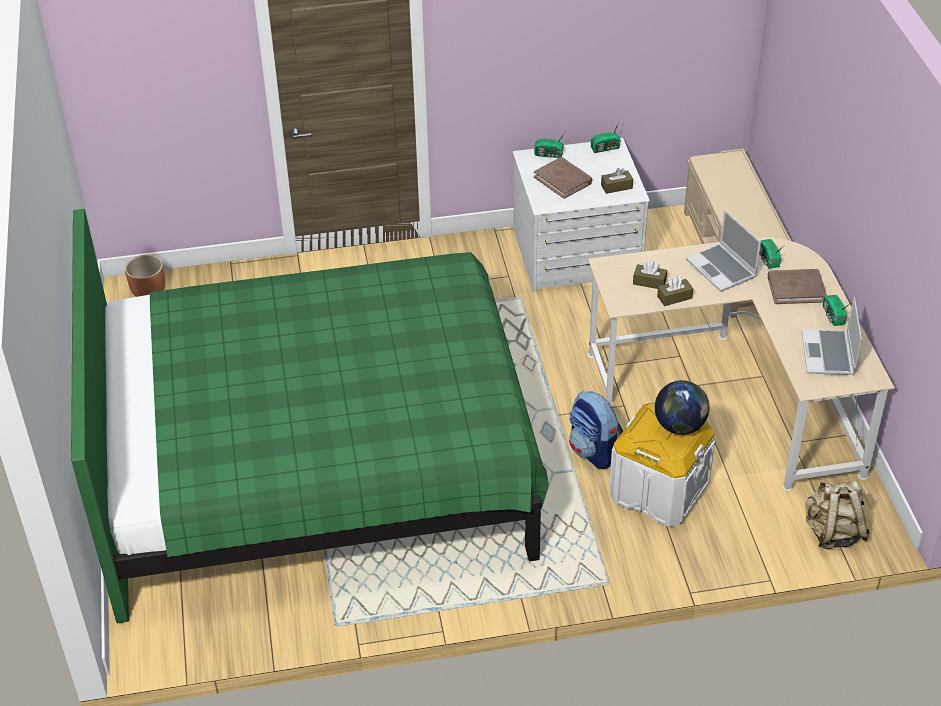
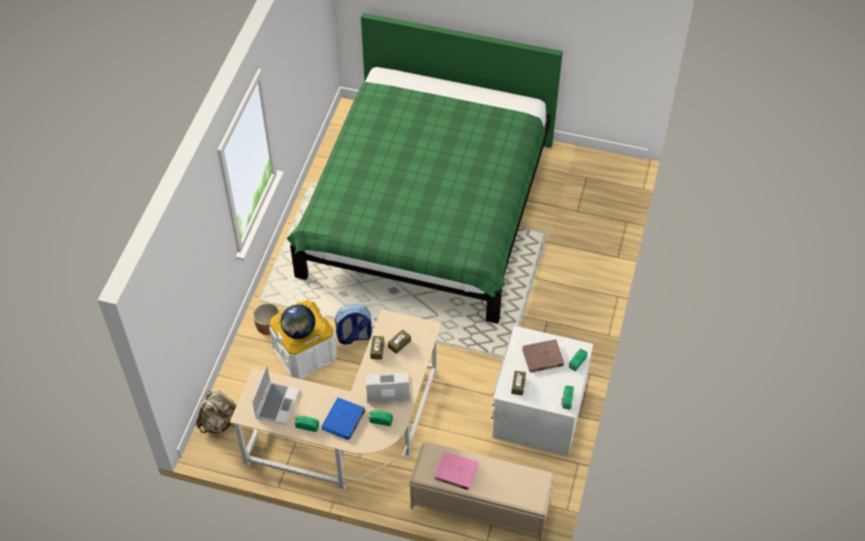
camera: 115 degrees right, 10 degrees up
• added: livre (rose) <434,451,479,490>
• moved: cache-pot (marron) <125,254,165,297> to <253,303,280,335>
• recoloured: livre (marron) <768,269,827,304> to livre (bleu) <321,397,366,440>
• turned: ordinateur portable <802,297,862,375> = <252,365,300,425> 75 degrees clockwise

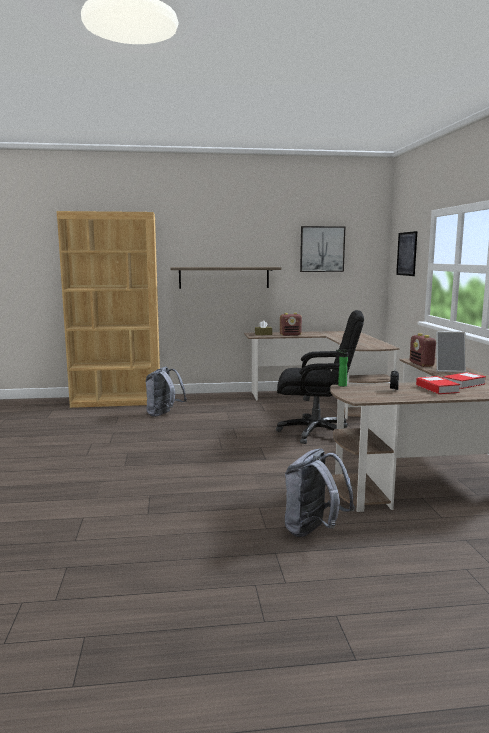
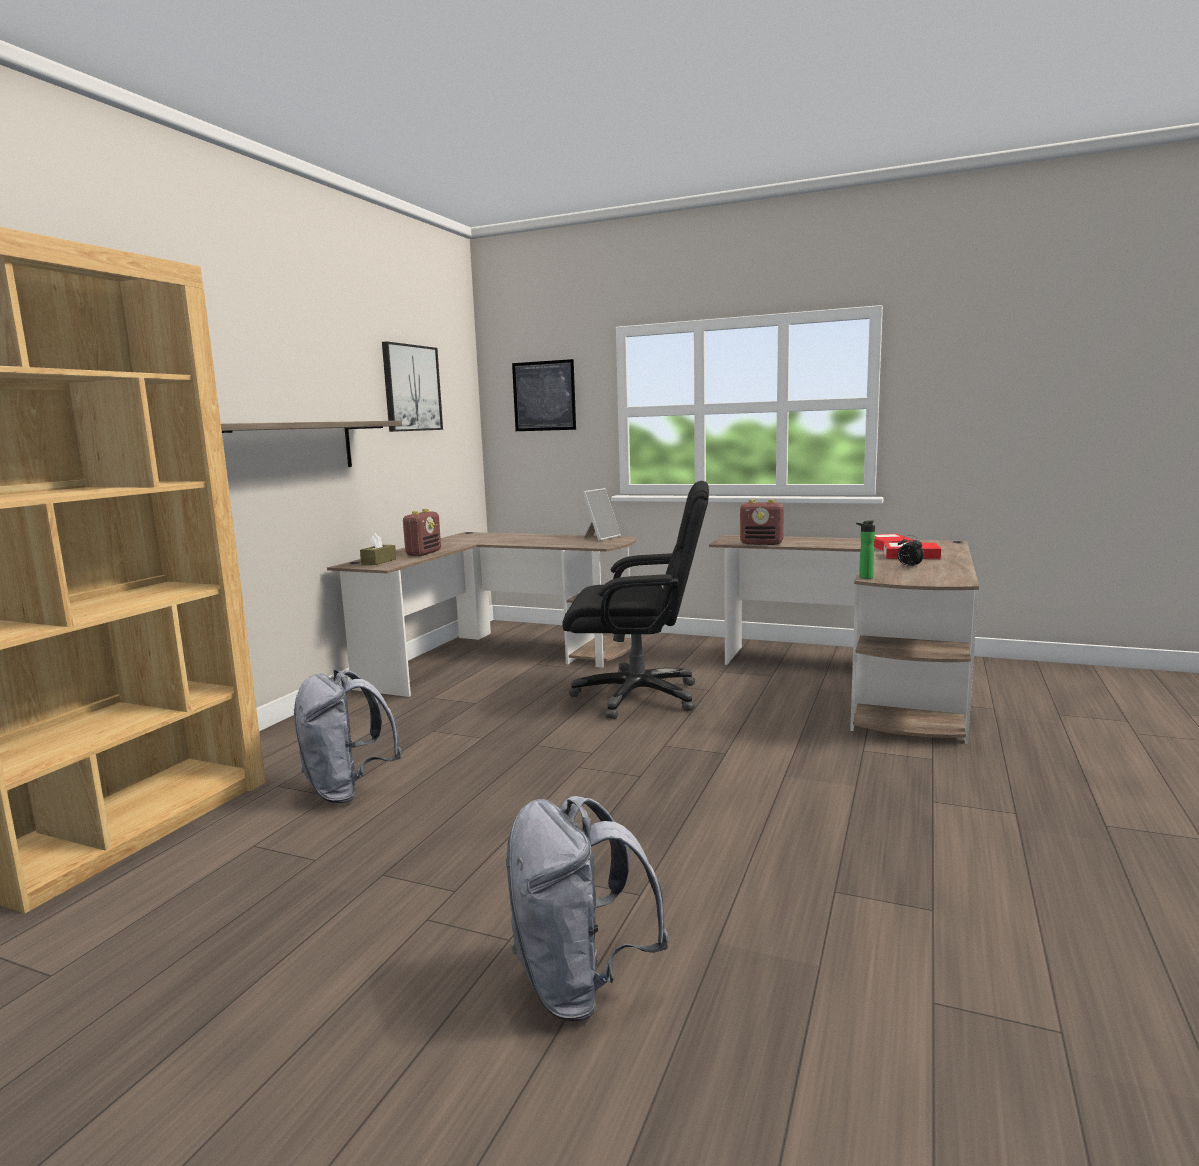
camera: 60 degrees left, 0 degrees up
• moved: sac à dos (gris) <285,448,355,537> to <505,796,669,1021>
• moved: cadre photo <436,331,466,372> to <582,488,621,541>
• turned: chaise de bureau (noir) <276,310,364,444> = <562,481,709,719> 60 degrees clockwise

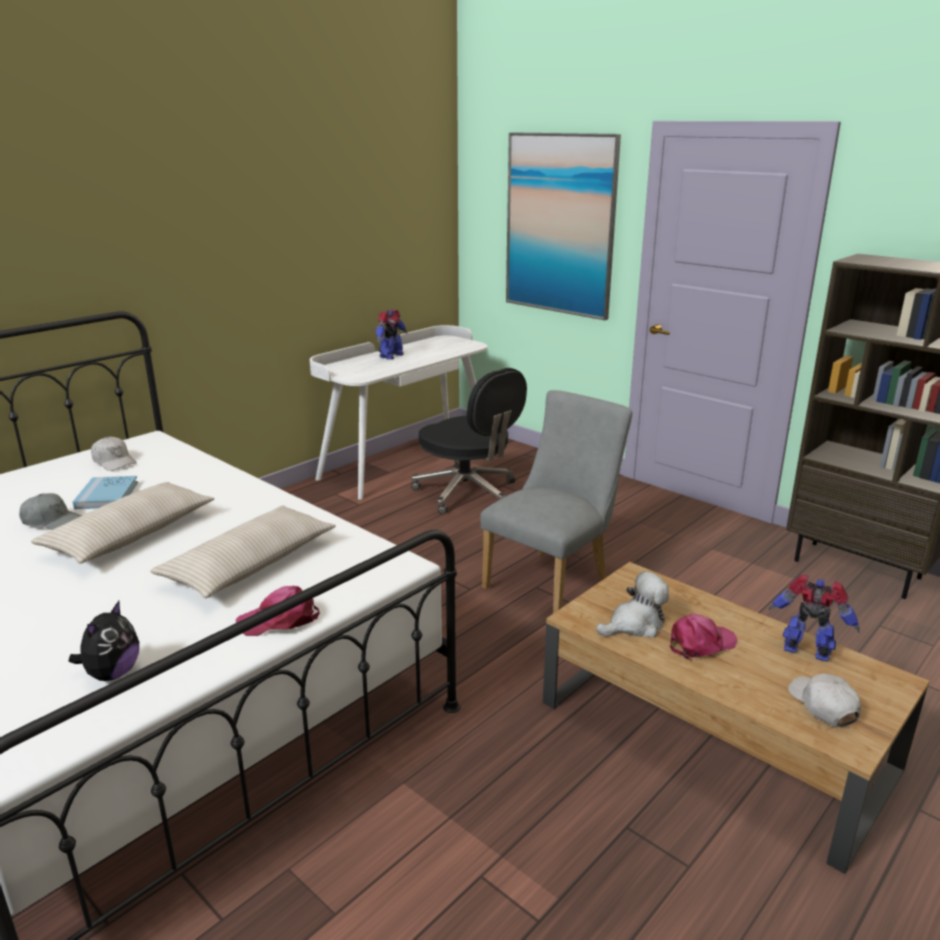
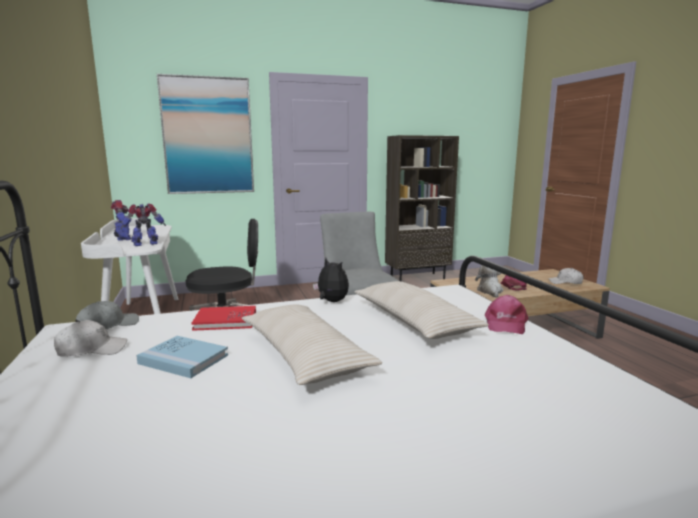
camera: 60 degrees left, 10 degrees down
• added: livre (rouge) <192,306,256,331>
• moved: casquette (gris) <19,493,82,530> to <75,301,139,329>
• moved: peluche <69,601,139,681> to <313,258,349,302>
• moved: robot jouet <768,575,860,662> to <121,203,166,246>

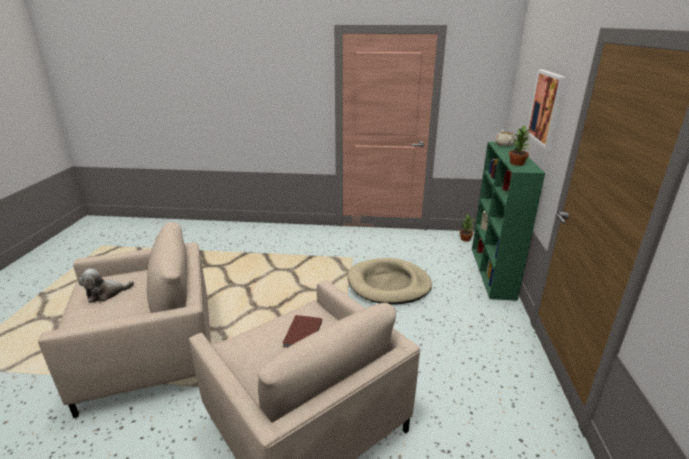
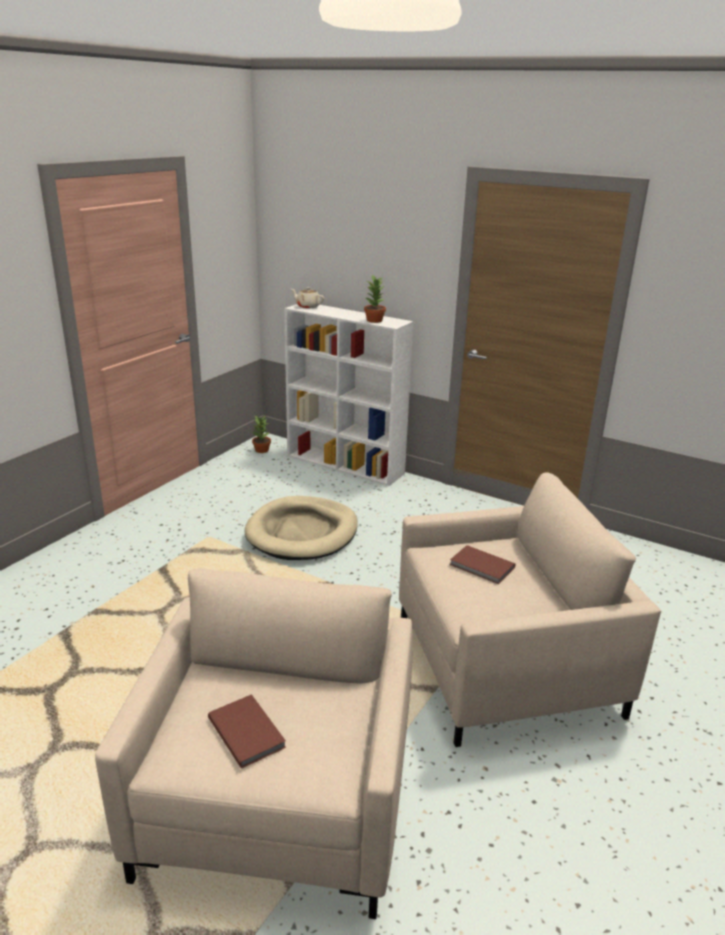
camera: 65 degrees left, 0 degrees up
• removed: tableau <526,70,566,150>
• replaced: peluche <78,269,134,303> to livre (marron) <208,694,286,768>
• recoloured: bibliothèque (vert) <472,142,545,301> to bibliothèque (blanc) <284,304,414,486>

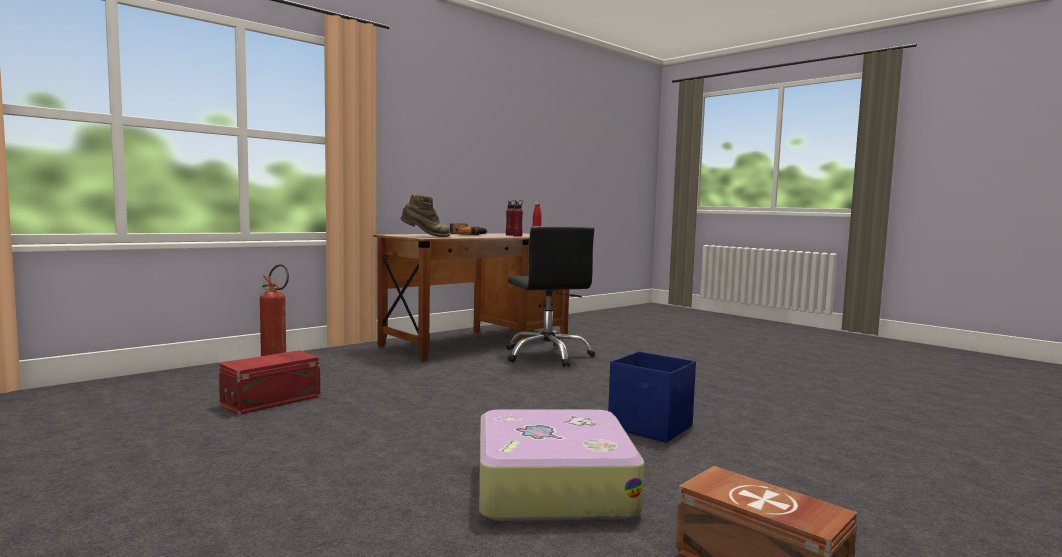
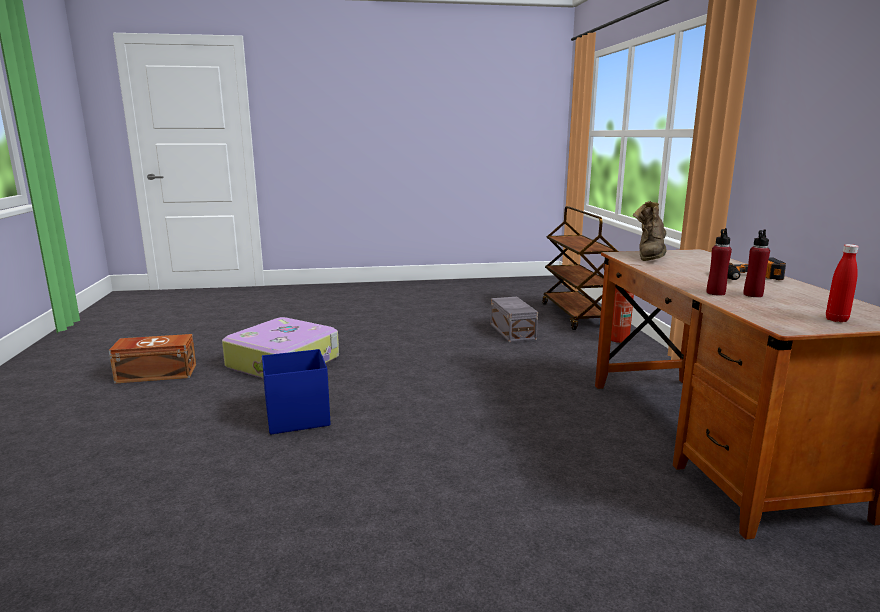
camera: 125 degrees right, 10 degrees up
• removed: chaise de bureau (noir) <506,226,595,367>
• added: chariot (marron) <542,206,618,330>
• recoloured: boîte de rangement (rouge) <219,350,320,415> to boîte de rangement (gris) <491,297,538,342>

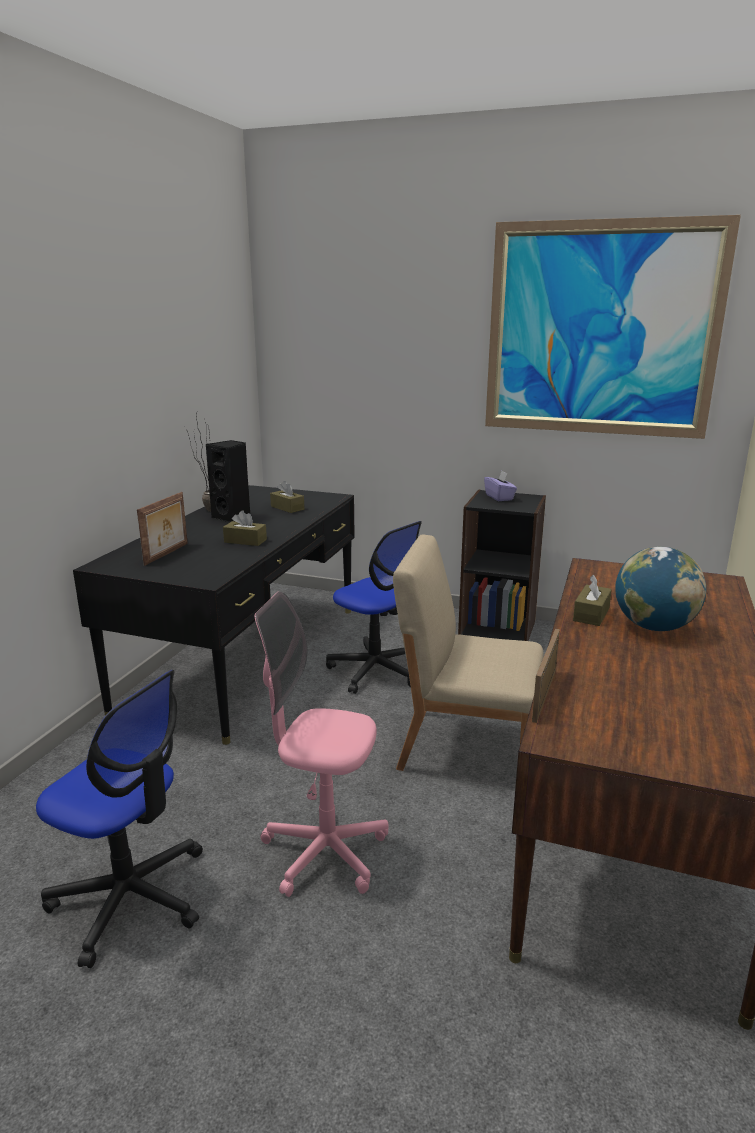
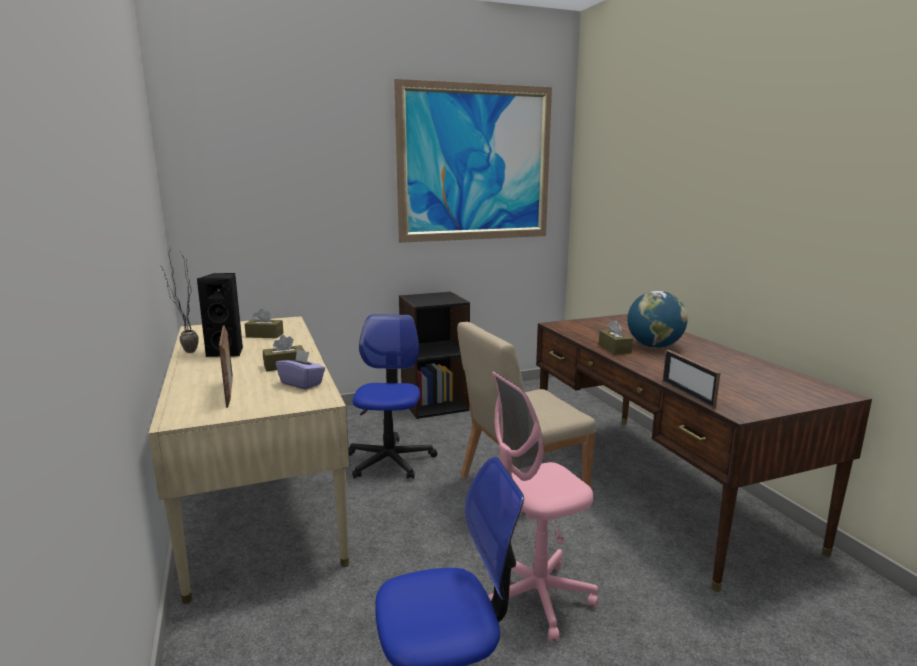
camera: 40 degrees left, 5 degrees down
• moved: boîte à mouchoirs (violet) <484,471,517,501> to <275,349,325,390>
• recoloured: bureau (noir) <73,485,355,745> to bureau (beige) <148,316,350,604>
• turned: chaise de bureau <326,521,422,694> = <349,314,437,479> 90 degrees counterclockwise

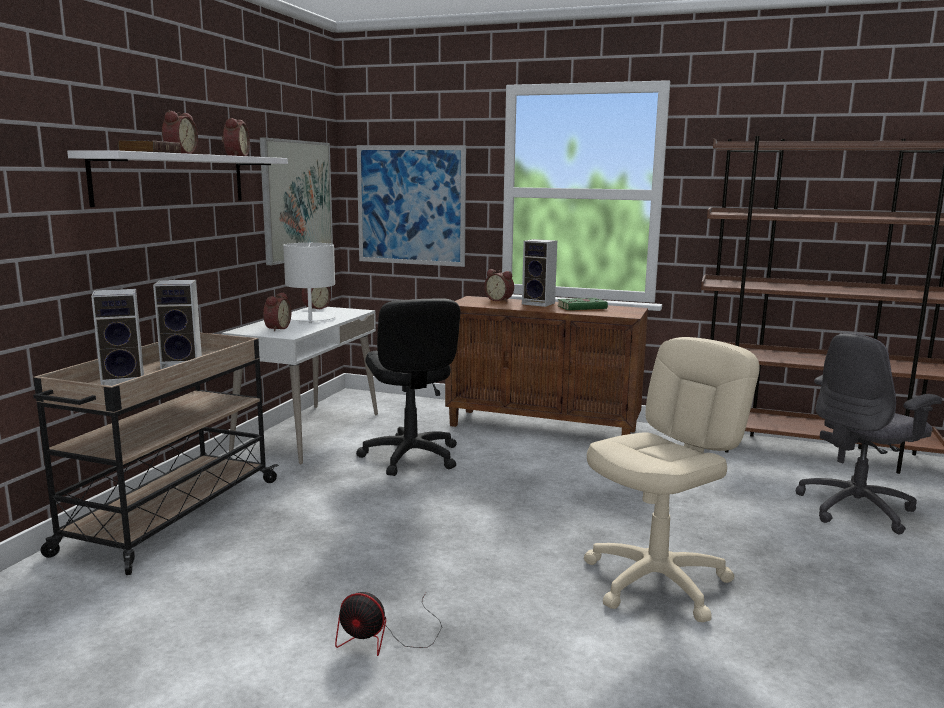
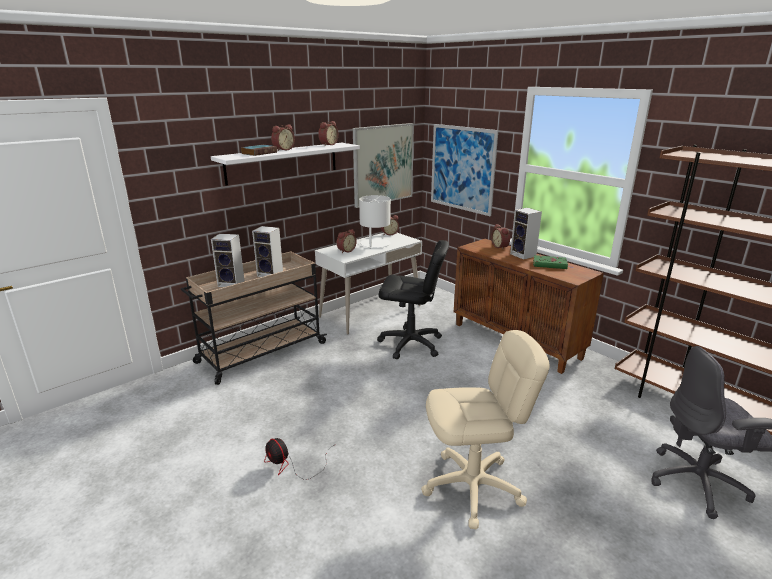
camera: 30 degrees right, 10 degrees up
• turned: chaise de bureau (noir) <356,298,460,476> = <377,240,449,359> 90 degrees counterclockwise

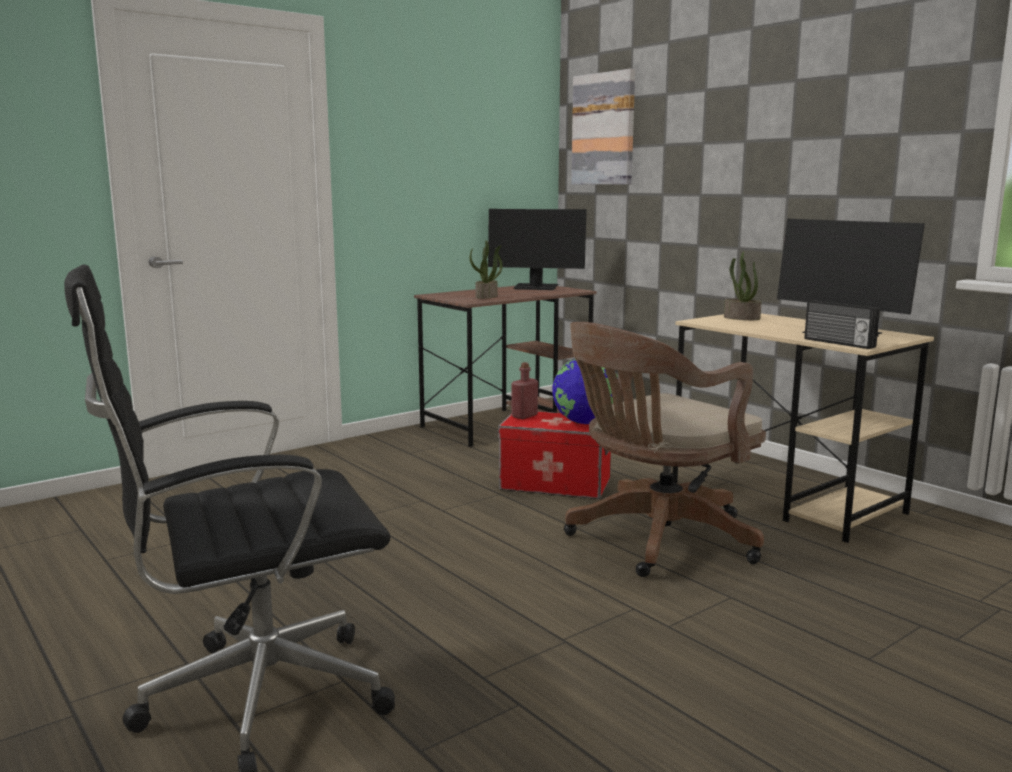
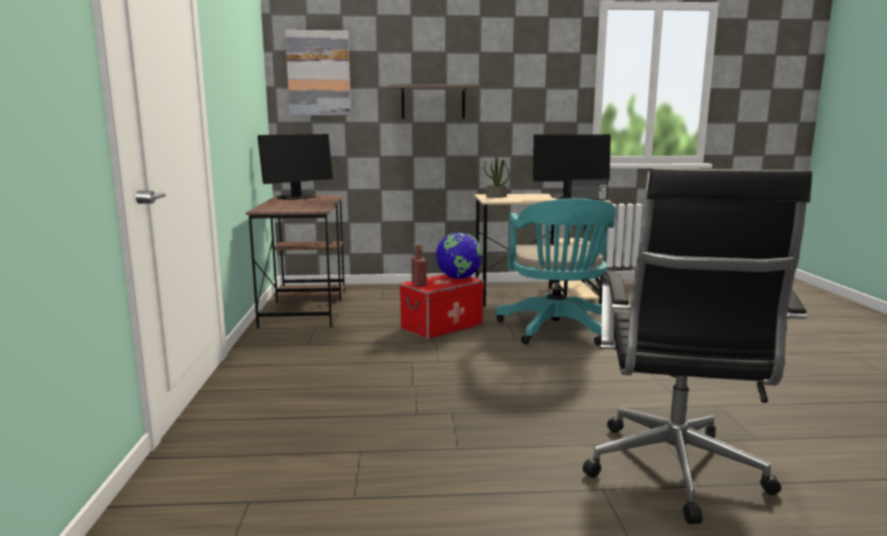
camera: 55 degrees left, 0 degrees up
• removed: plante en pot <470,240,503,299>
• added: étagère <389,84,481,119>
• recoloured: chaise de bureau (marron) <564,322,766,577> to chaise de bureau (turquoise) <496,198,616,345>

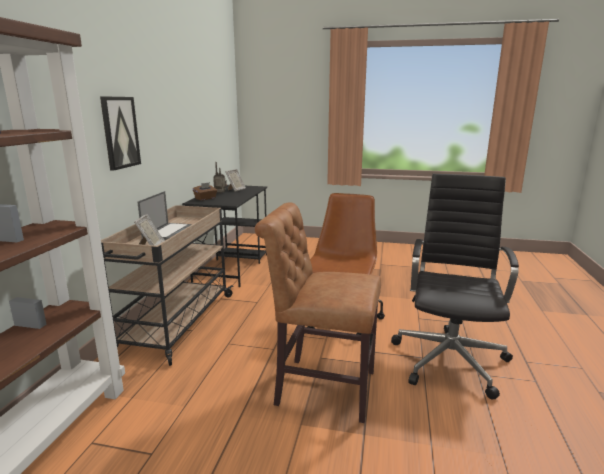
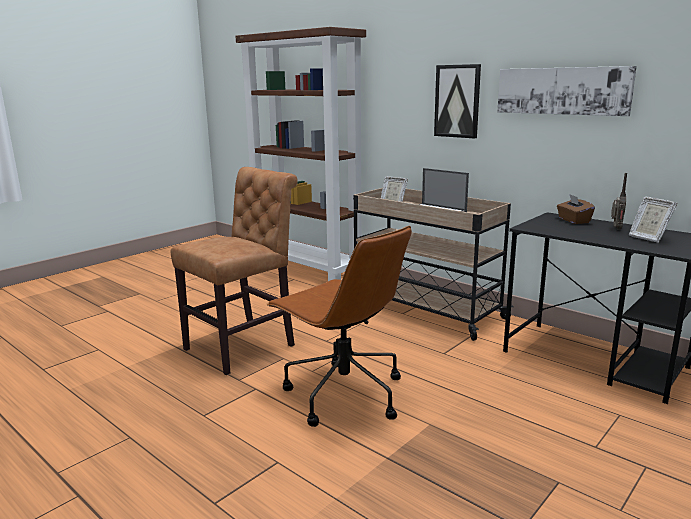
camera: 120 degrees right, 0 degrees up
• removed: chaise de bureau (noir) <391,174,519,399>
• added: tableau <497,66,637,116>

